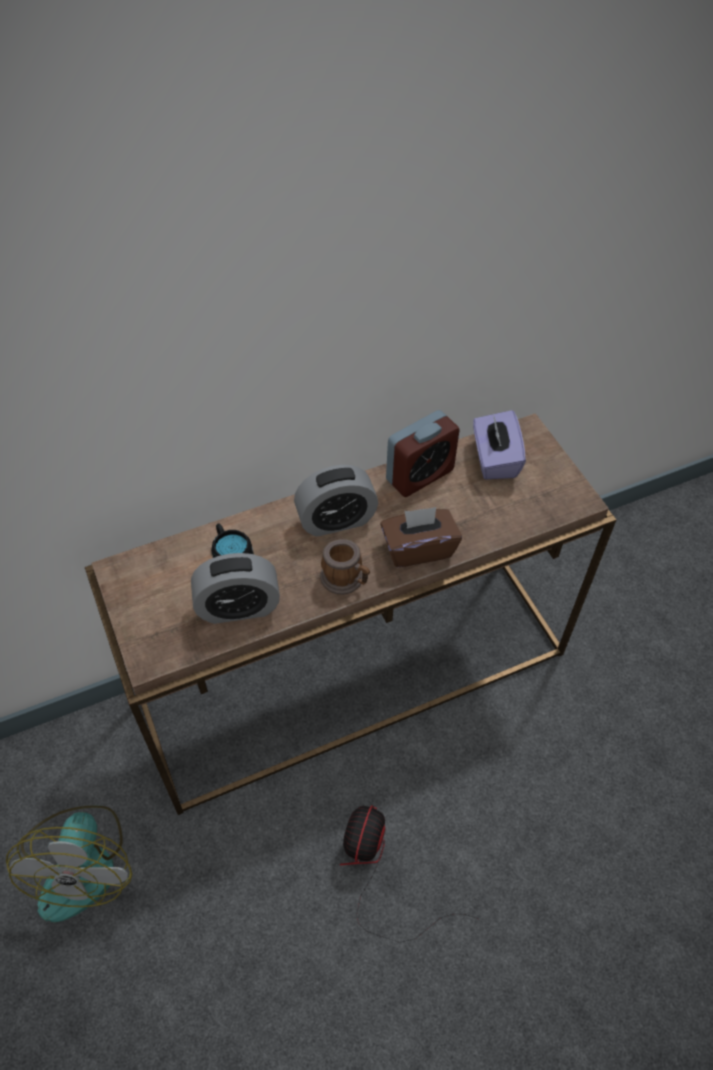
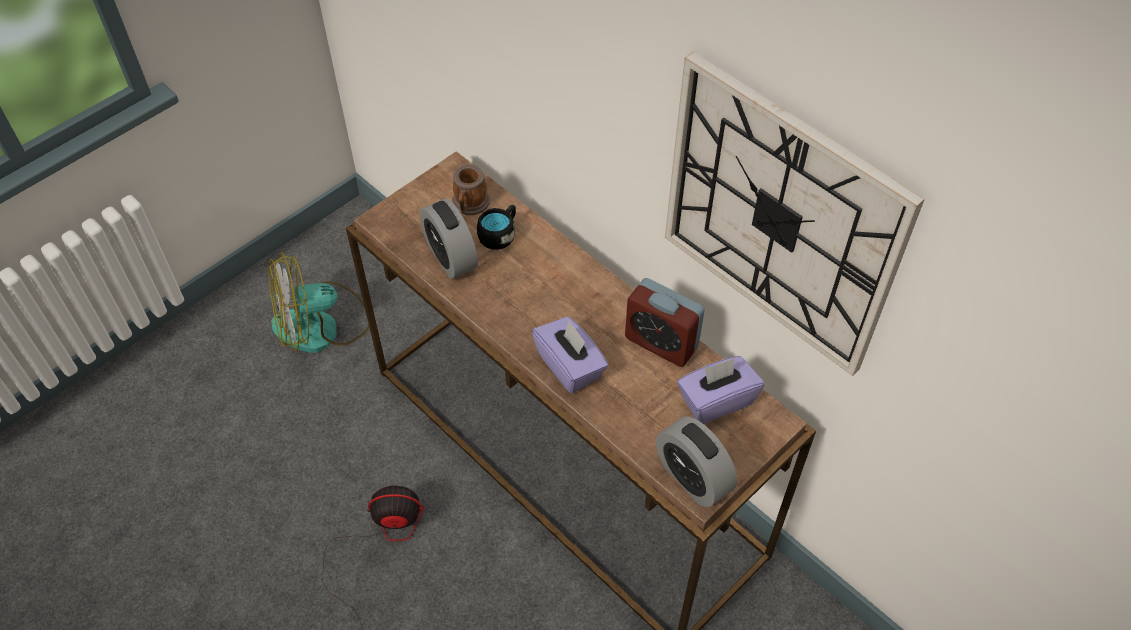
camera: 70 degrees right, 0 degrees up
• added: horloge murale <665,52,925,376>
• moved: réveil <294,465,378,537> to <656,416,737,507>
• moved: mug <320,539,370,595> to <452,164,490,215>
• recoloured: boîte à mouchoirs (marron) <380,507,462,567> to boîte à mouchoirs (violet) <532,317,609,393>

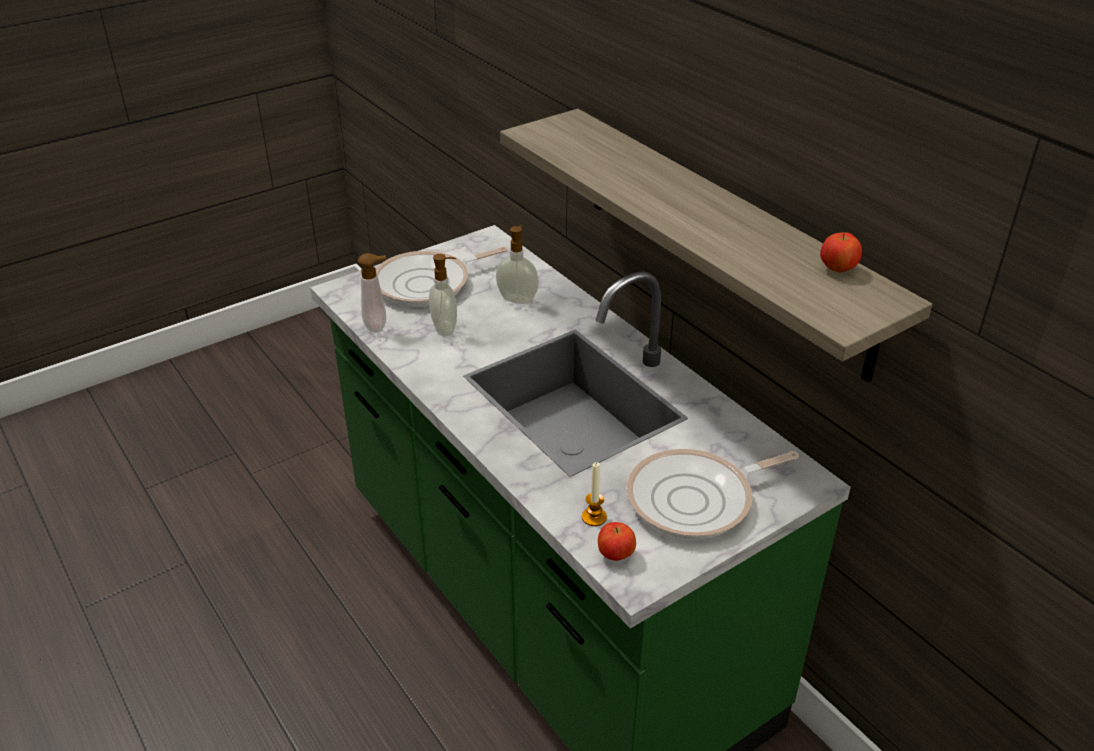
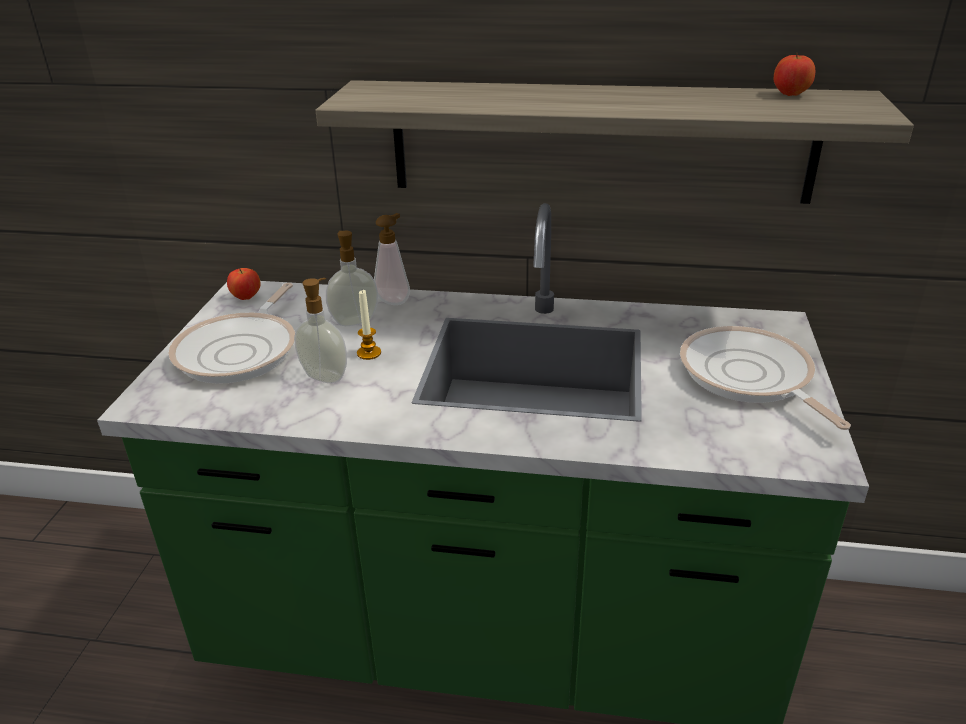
camera: 45 degrees left, 5 degrees down
• moved: distributeur de savon <358,253,386,333> to <374,213,410,305>
• moved: bougie <582,462,607,526> to <357,290,381,360>
• moved: pomme <598,522,636,561> to <227,268,260,300>
• turned: poêle <627,449,799,540> = <680,326,851,430> 135 degrees clockwise

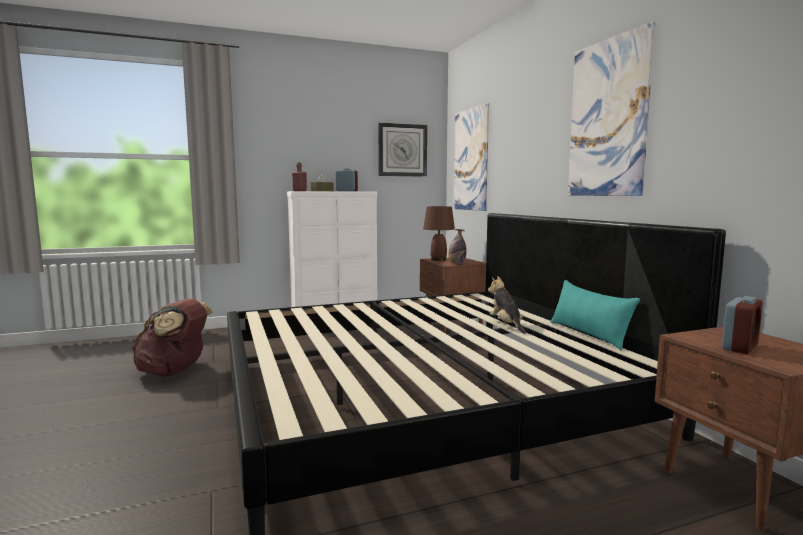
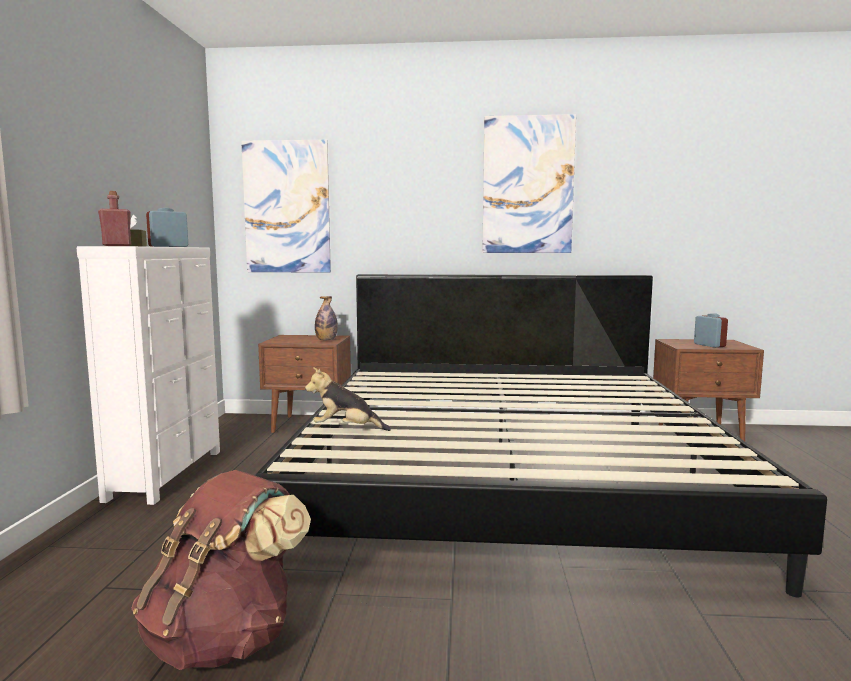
camera: 65 degrees left, 0 degrees up
• removed: horloge murale <378,123,427,177>
• removed: lampe de table (marron) <423,206,455,261>
• removed: coussin (turquoise) <550,280,640,350>
• moved: peluche <488,277,526,334> to <305,367,391,431>

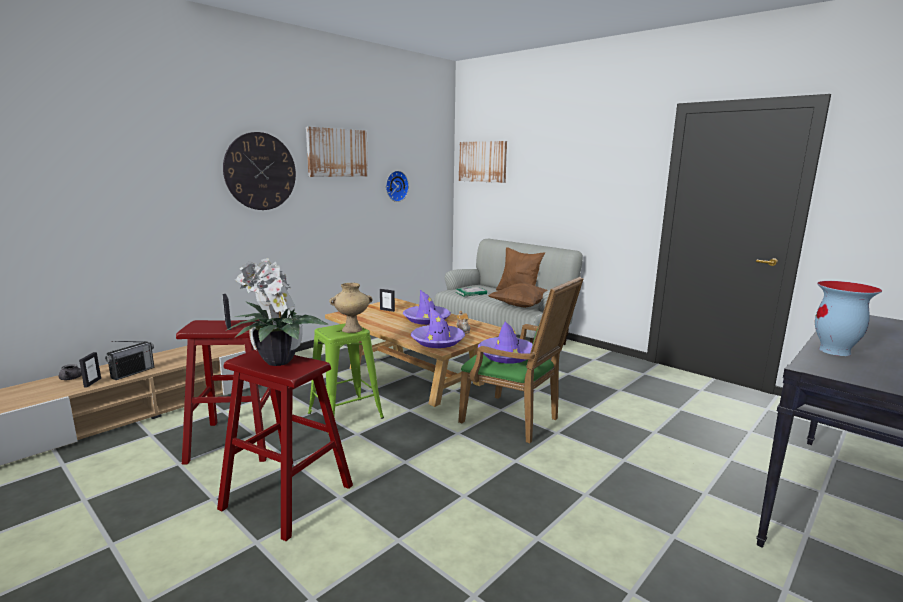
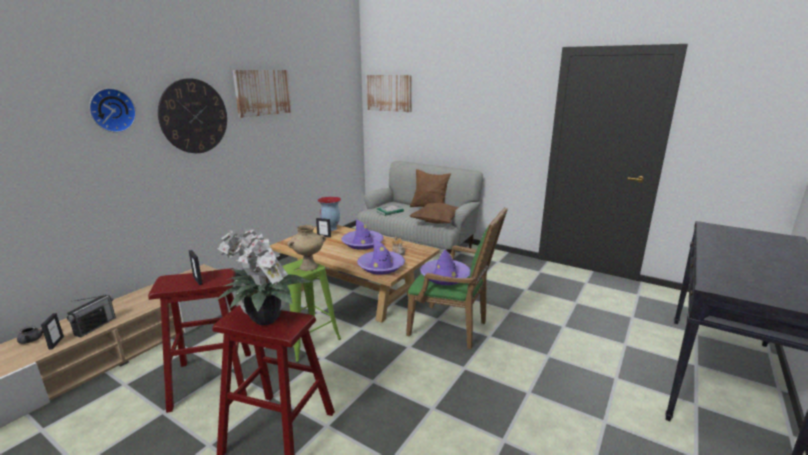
camera: 10 degrees left, 5 degrees up
• moved: horloge murale <386,171,409,202> to <89,88,136,132>
• moved: vase <815,281,882,356> to <317,196,341,231>

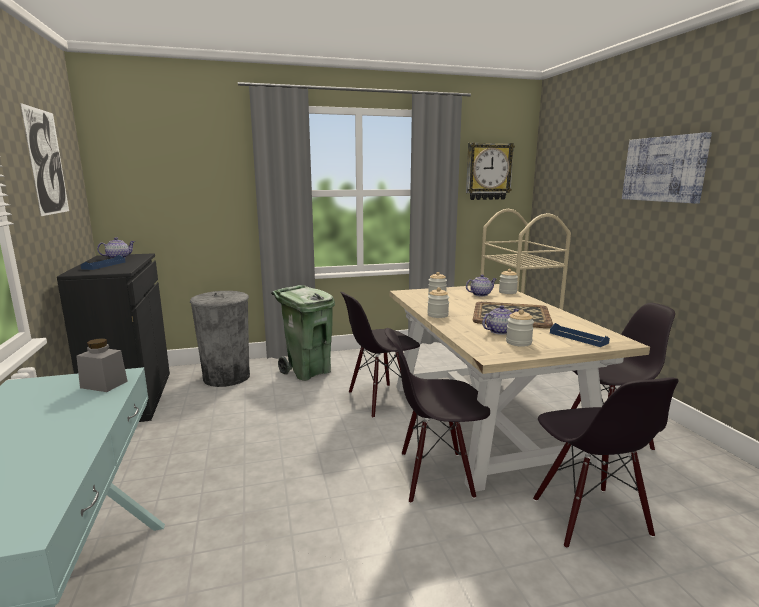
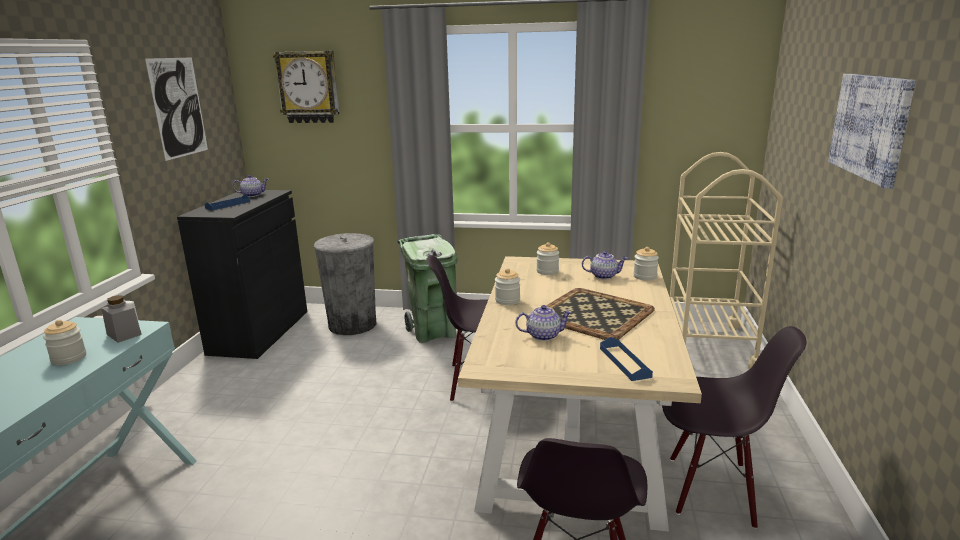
camera: 25 degrees right, 5 degrees up
• removed: chaise (noir) <385,328,490,504>
• moved: horloge murale <466,143,515,200> to <273,51,340,123>
• moved: bocal <506,309,534,347> to <43,320,86,365>

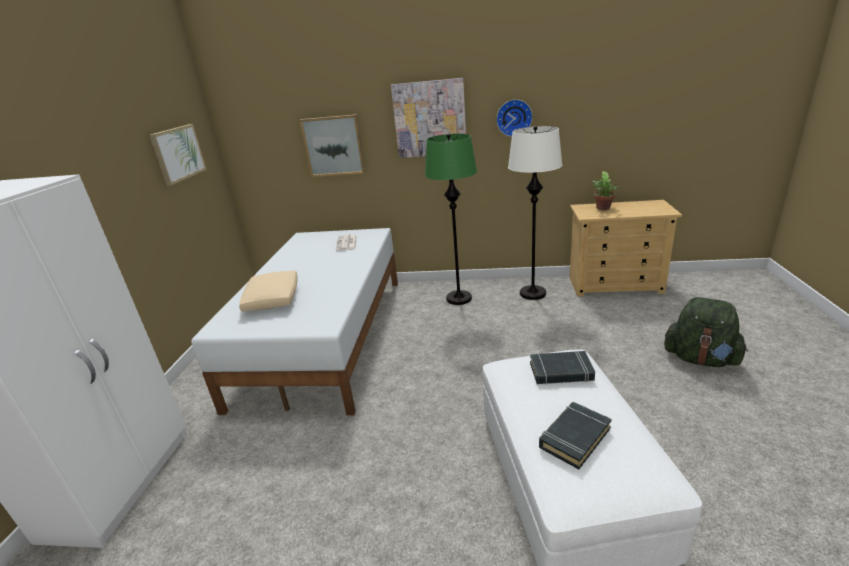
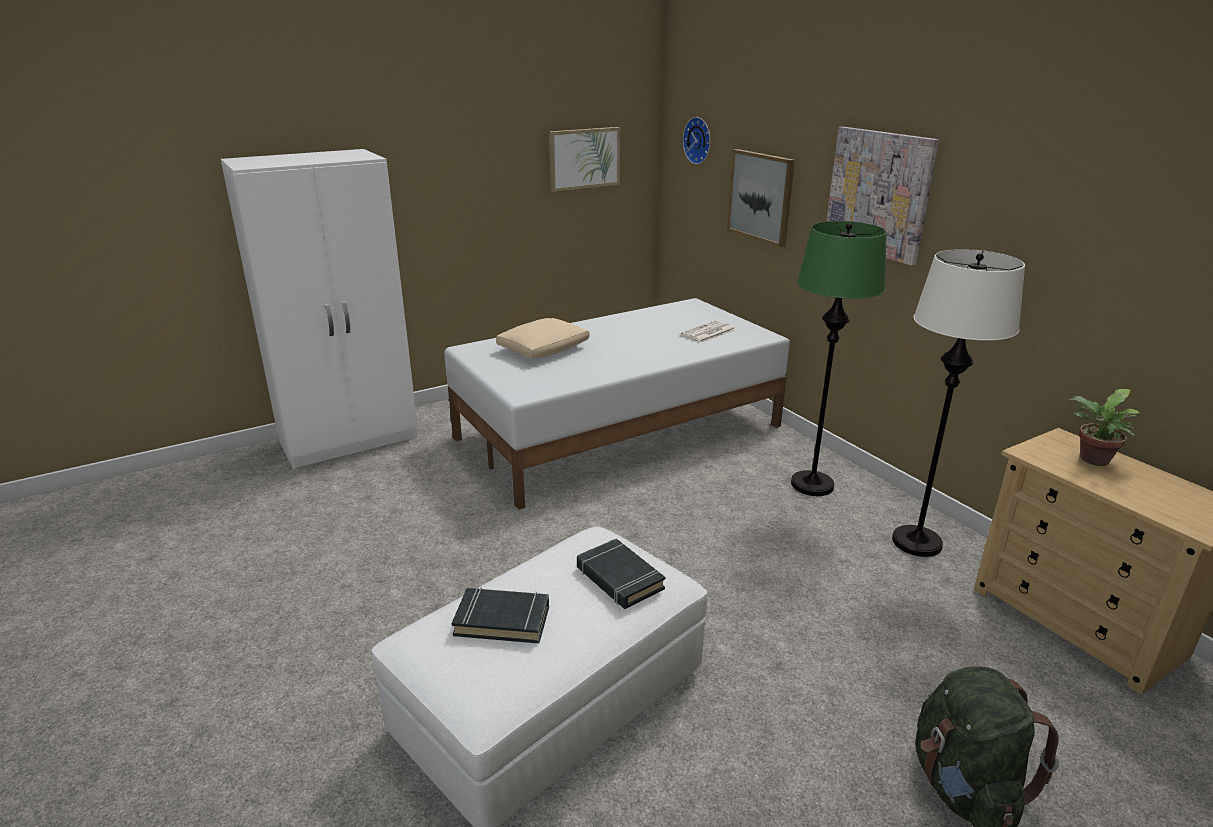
camera: 50 degrees right, 0 degrees up
• moved: horloge murale <496,99,533,137> to <683,117,711,164>

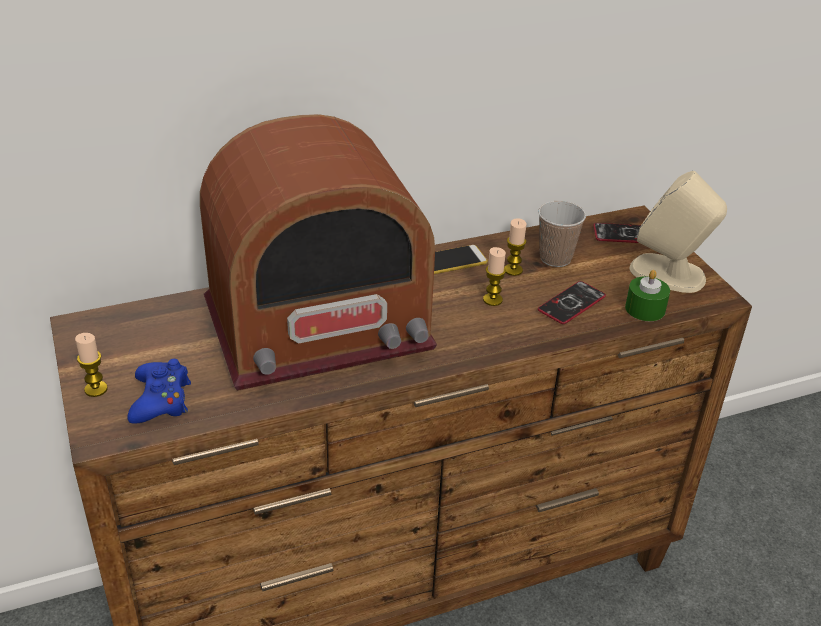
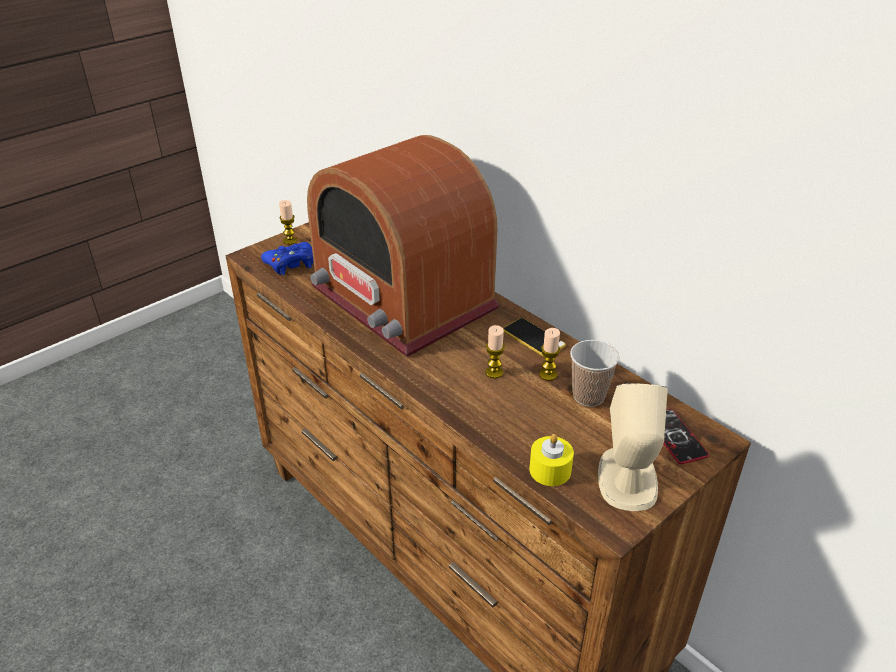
camera: 70 degrees right, 0 degrees up
• removed: téléphone <538,281,606,324>
• recoloured: bougie (vert) <625,270,670,321> to bougie (jaune) <529,434,574,486>

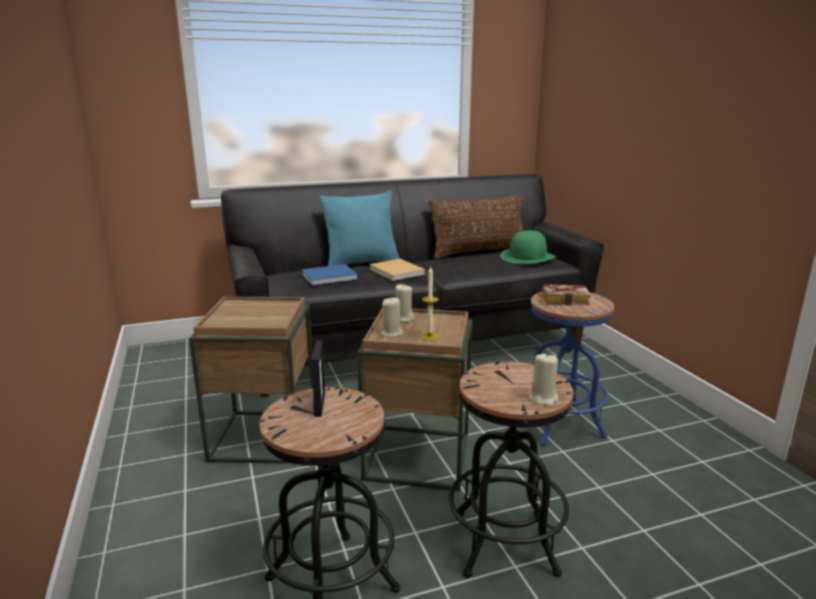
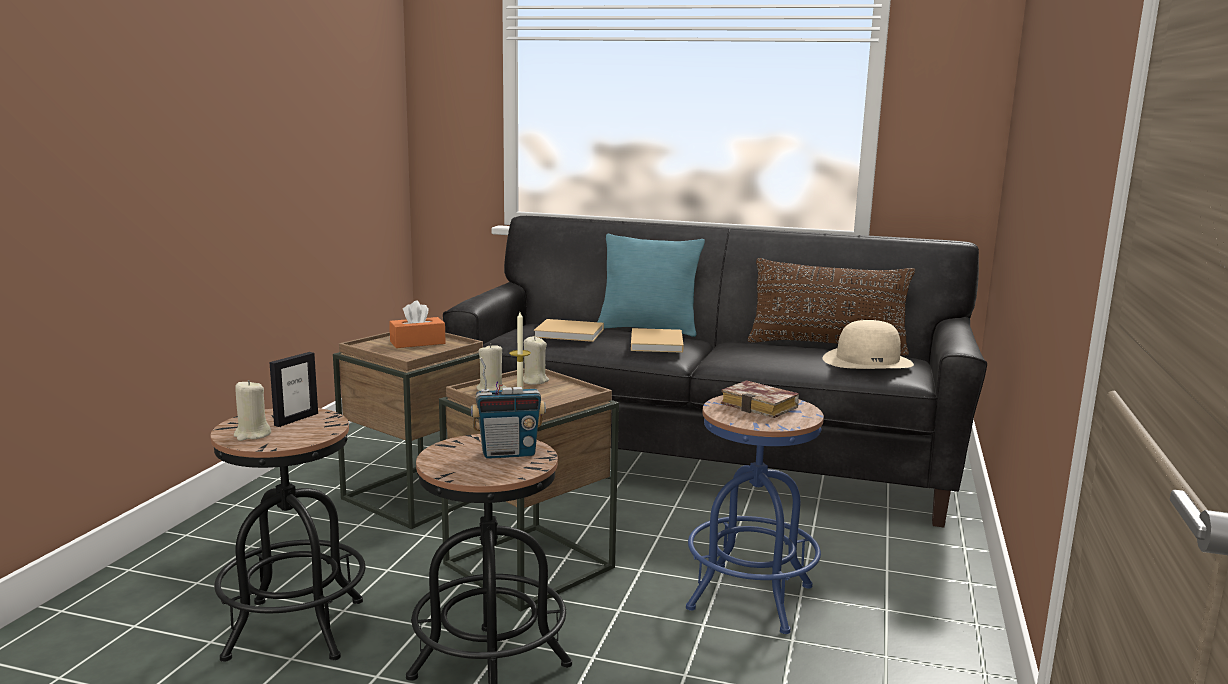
camera: 35 degrees right, 5 degrees down
• added: boîte à mouchoirs (orange) <389,301,446,348>
• added: radio <471,357,546,459>
• moved: bougie (beige) <529,353,558,407> to <234,380,271,441>
• recoloured: livre (bleu) <301,264,358,286> to livre (beige) <534,319,604,342>
• recoloured: chapeau (vert) <500,230,556,264> to chapeau (beige) <822,320,914,369>

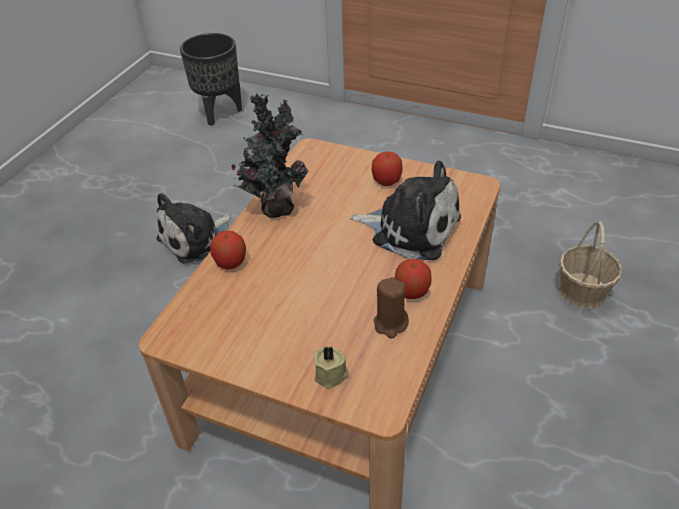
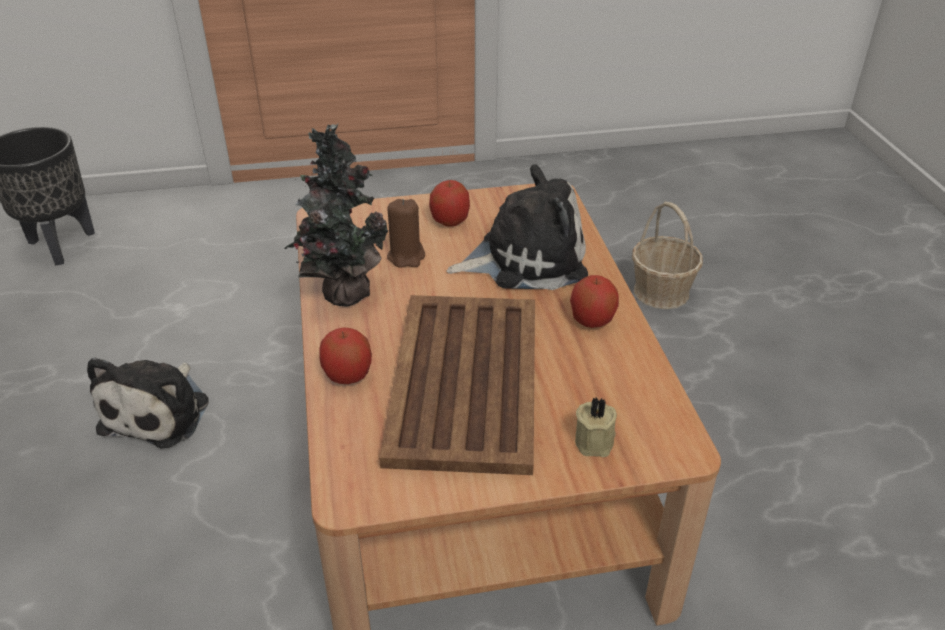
camera: 35 degrees left, 5 degrees down
• added: plateau (marron) <379,295,535,475>
• moved: bougie (marron) <374,277,409,339> to <387,199,425,268>

